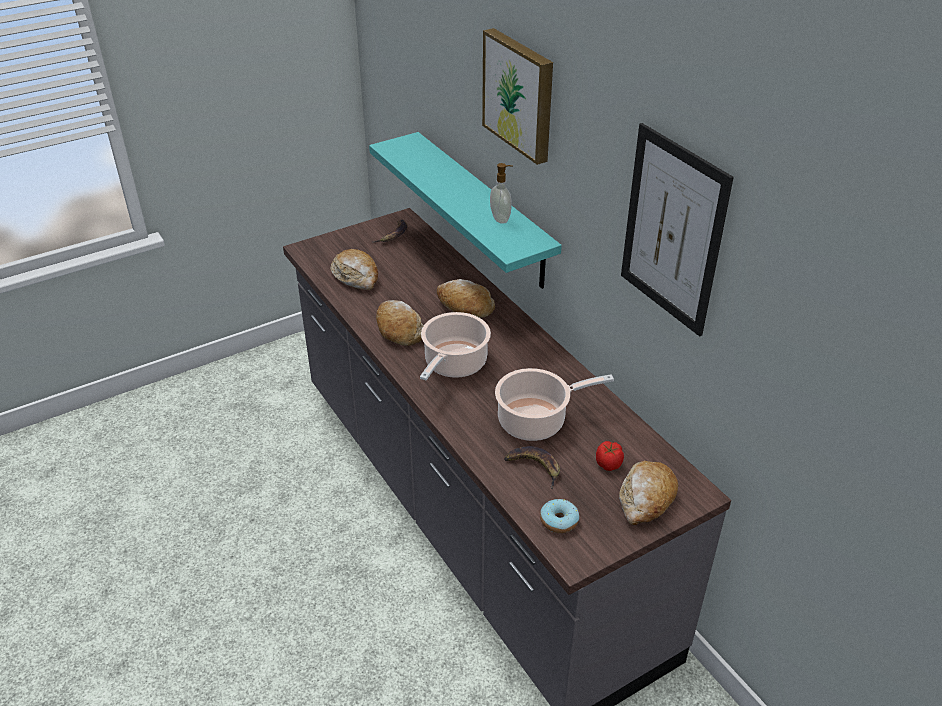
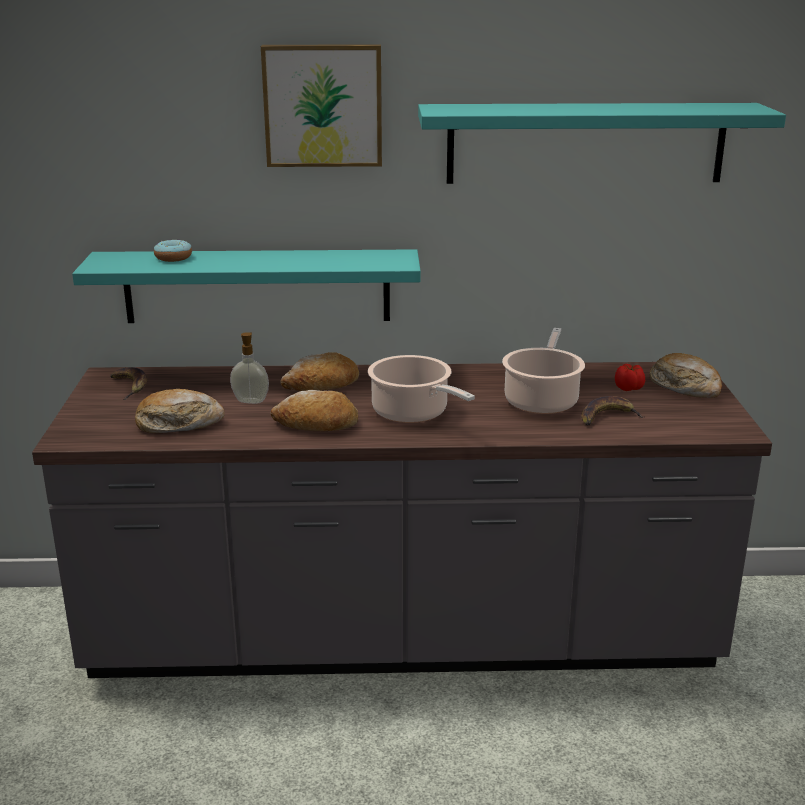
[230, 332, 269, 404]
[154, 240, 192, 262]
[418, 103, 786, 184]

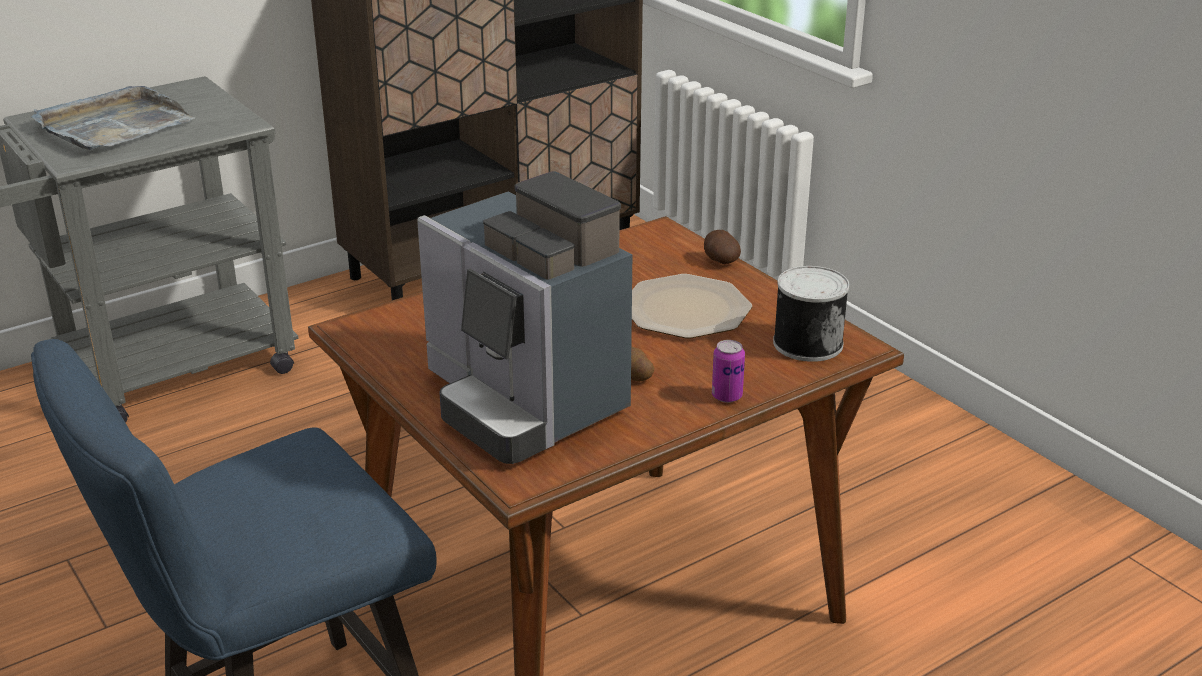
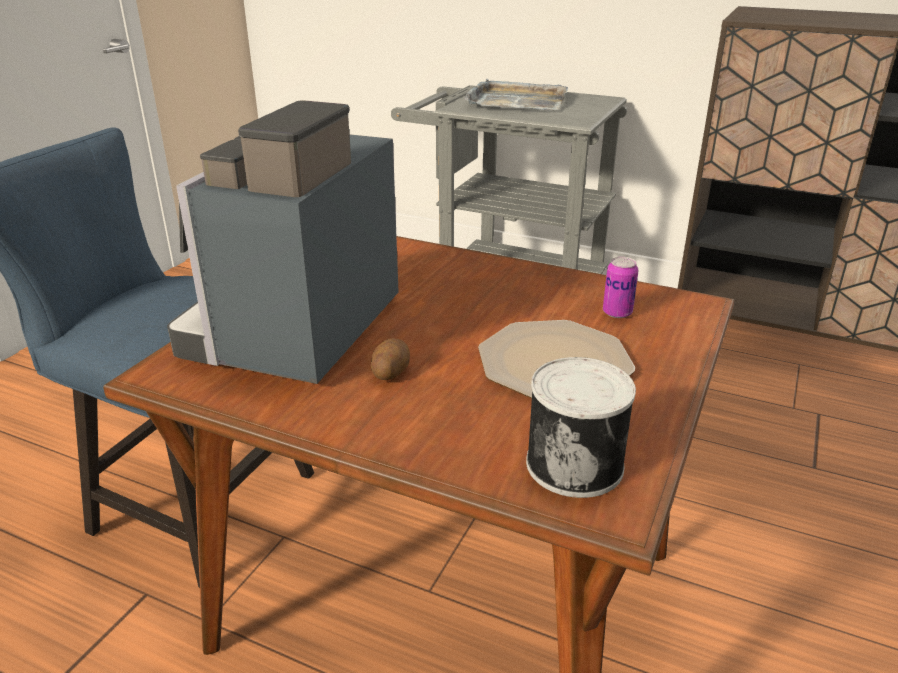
[704, 230, 741, 264] (first image)
[603, 257, 638, 318]

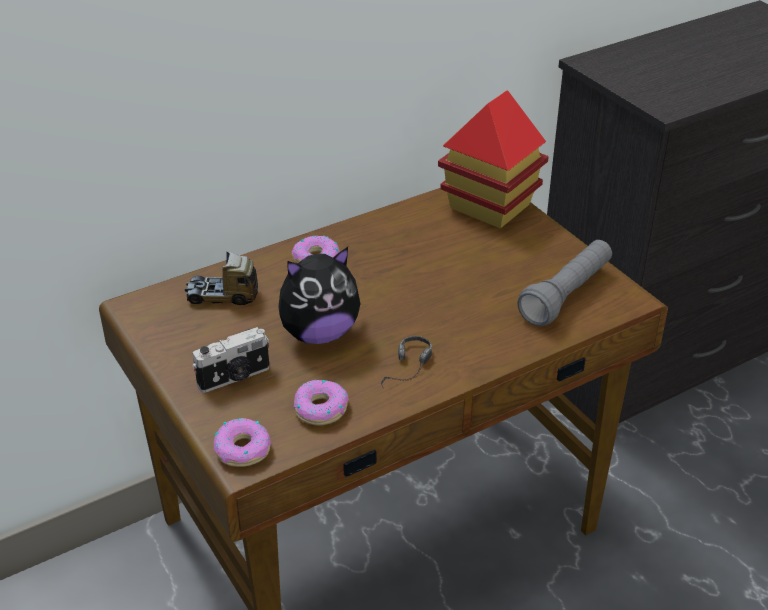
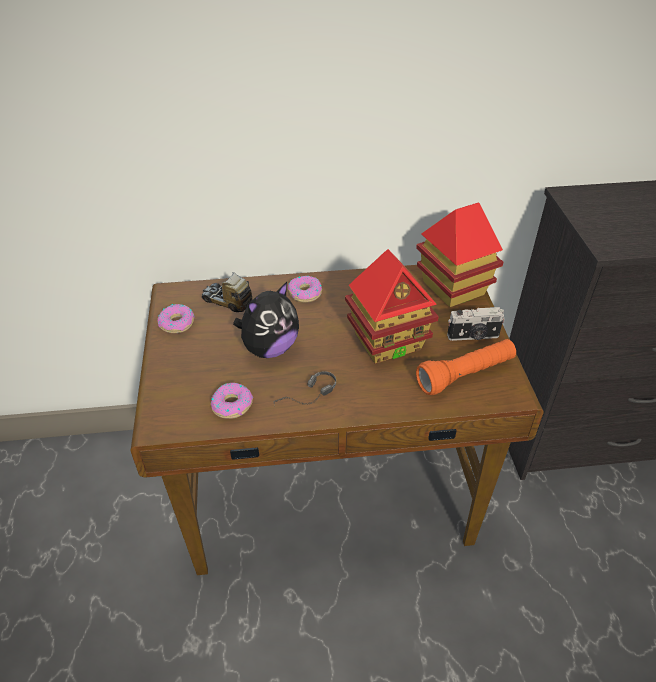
[345, 249, 439, 364]
[447, 307, 505, 341]
[157, 304, 195, 333]
[416, 339, 516, 395]
[233, 282, 299, 358]

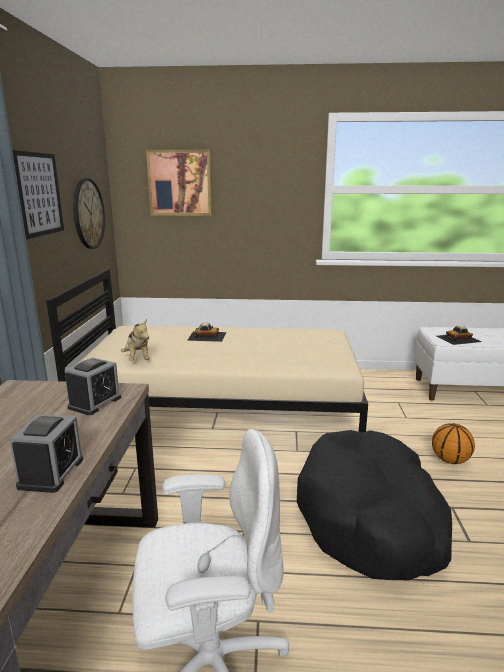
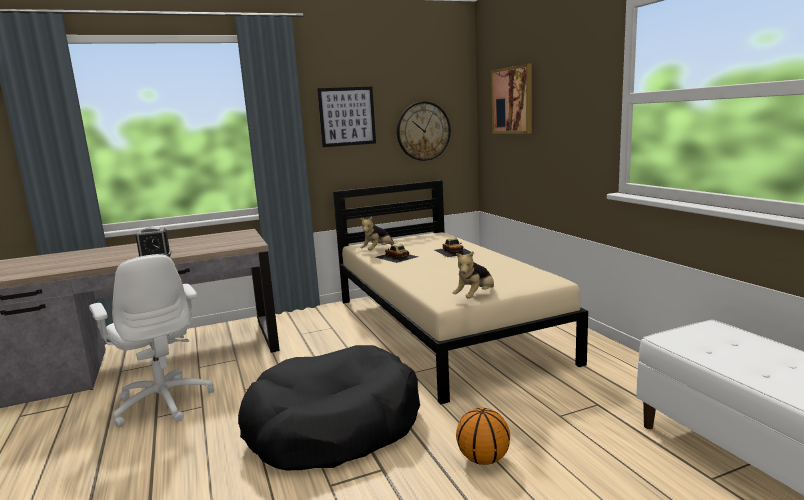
[65, 357, 121, 415] (first image)
[452, 251, 494, 299]
[376, 243, 418, 263]

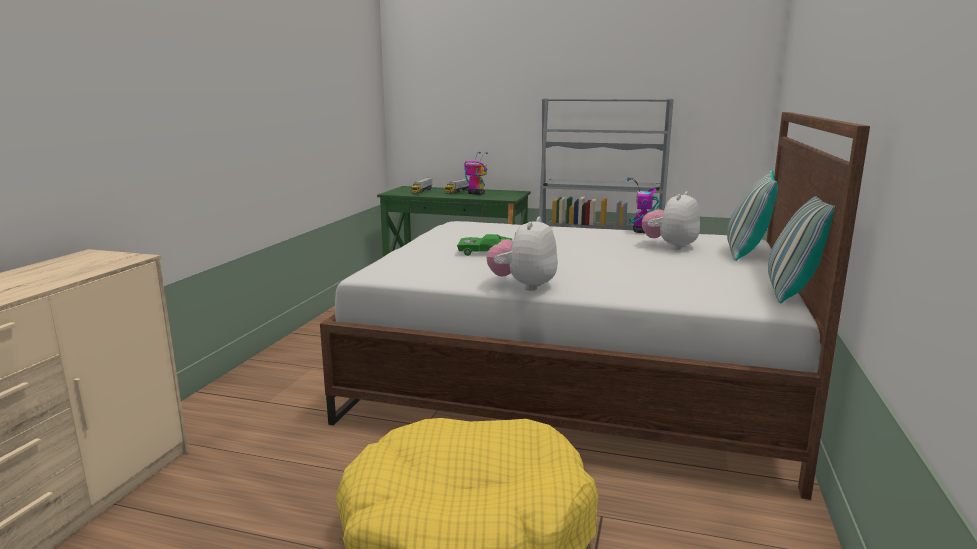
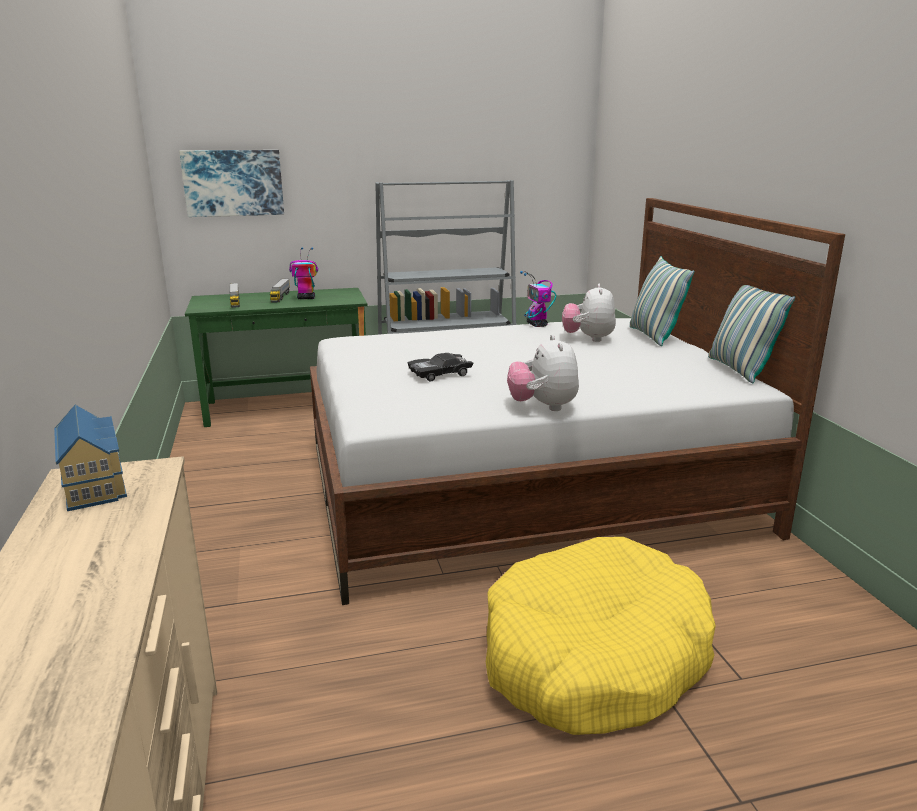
[54, 405, 127, 511]
[179, 150, 284, 217]
[407, 353, 474, 381]

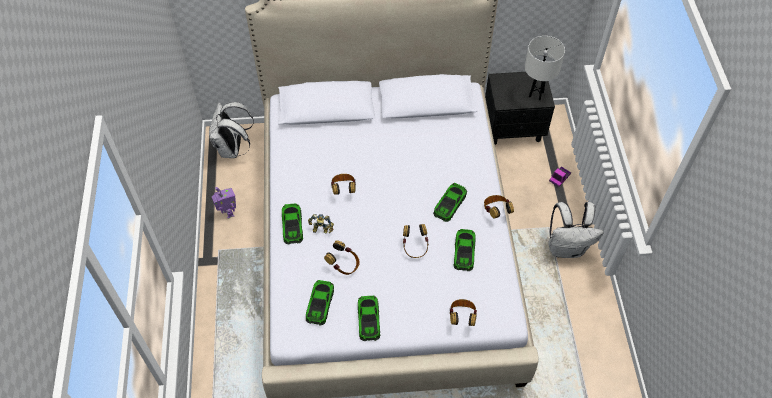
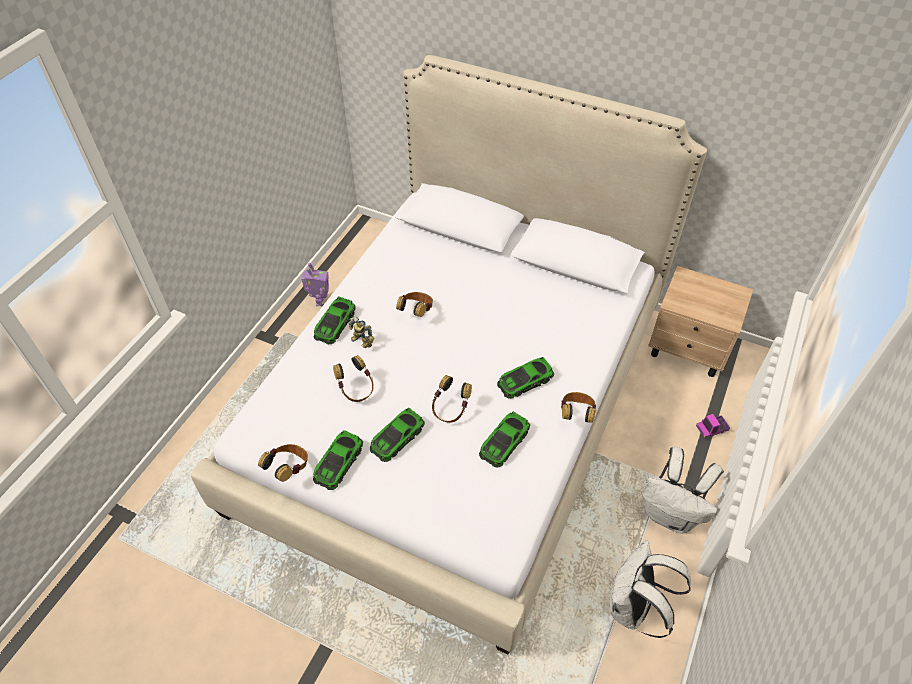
[525, 36, 565, 100] (first image)
[610, 540, 691, 638]
[370, 408, 425, 462]
[258, 444, 308, 482]
[648, 266, 753, 377]

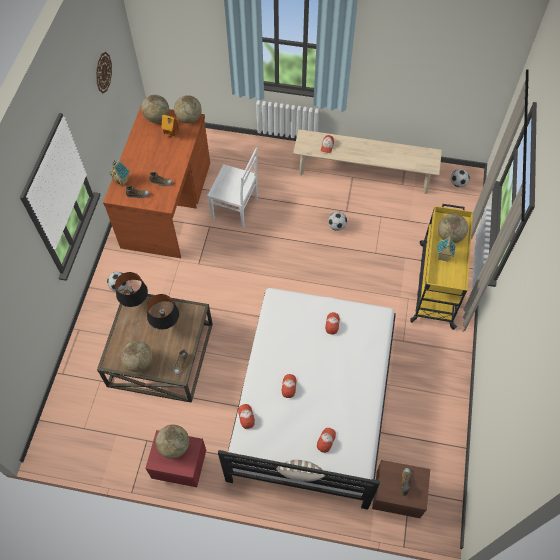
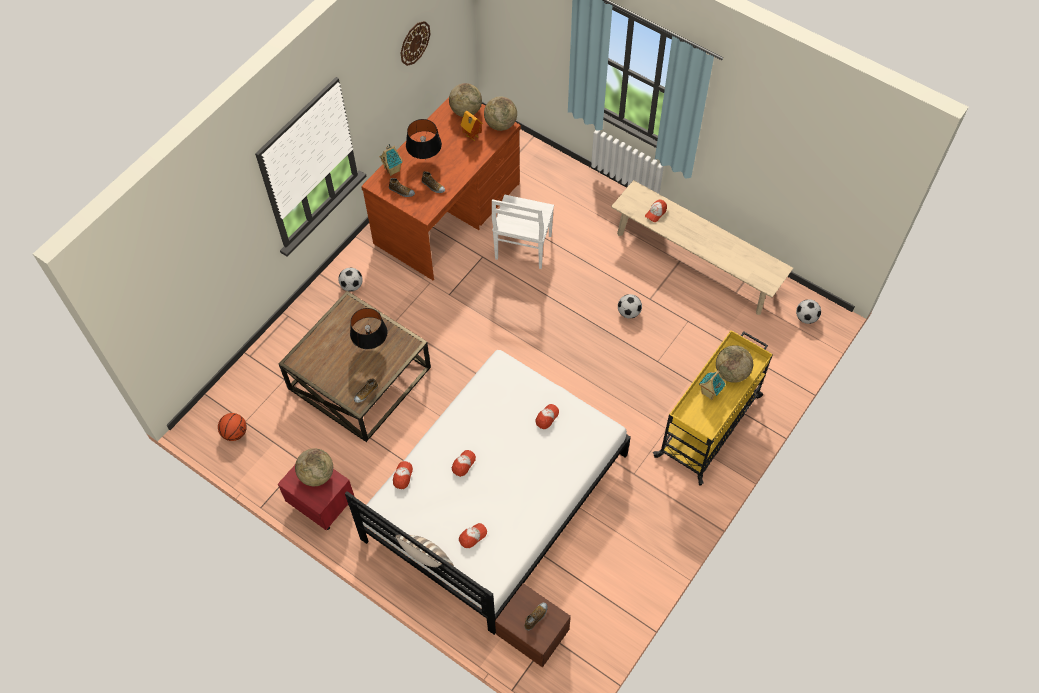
[121, 341, 153, 372] (first image)
[218, 413, 247, 441]
[406, 119, 442, 160]
[492, 194, 554, 269]

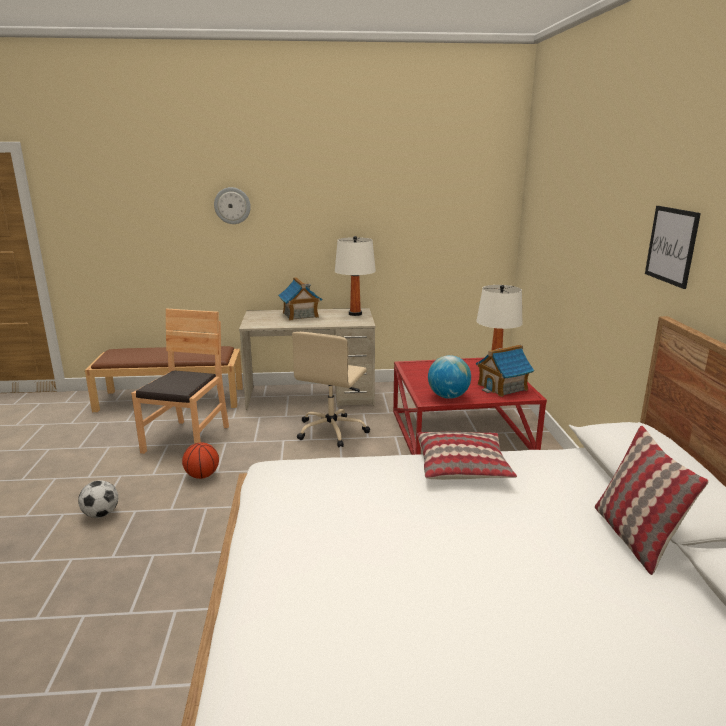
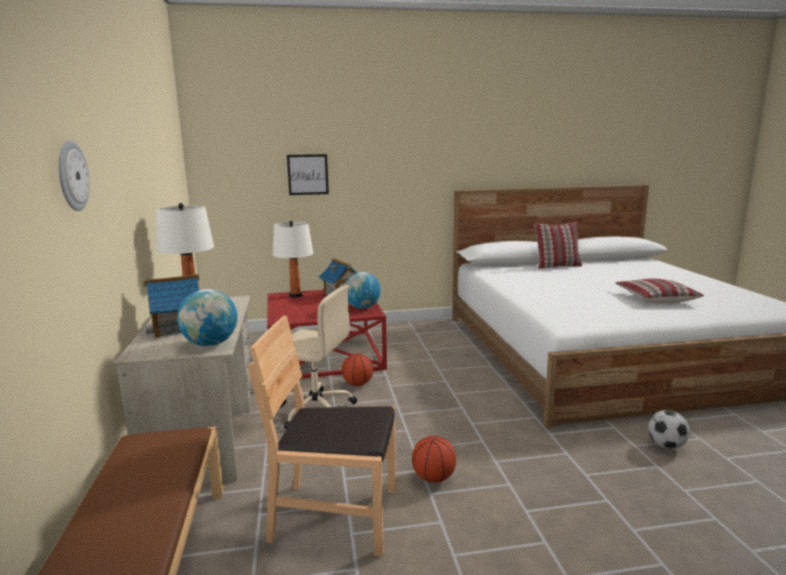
[177, 289, 238, 346]
[342, 353, 373, 386]
[648, 410, 690, 449]
[615, 278, 704, 303]
[287, 154, 329, 195]

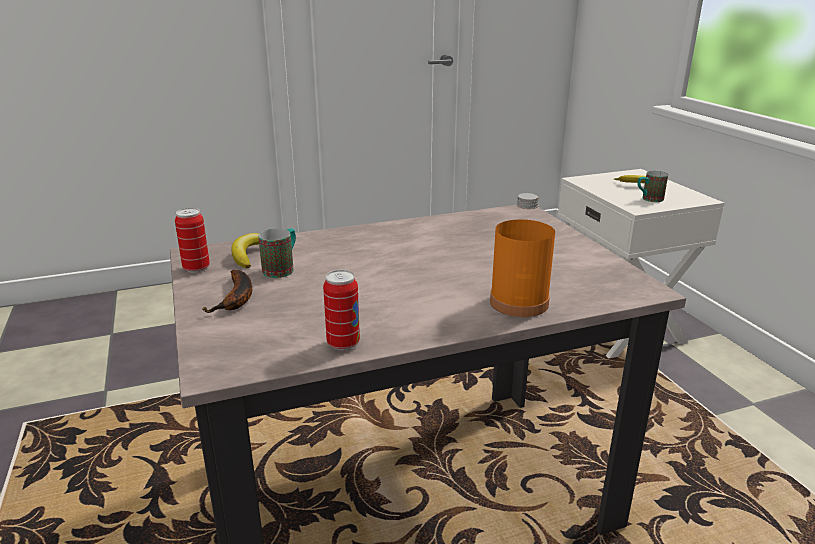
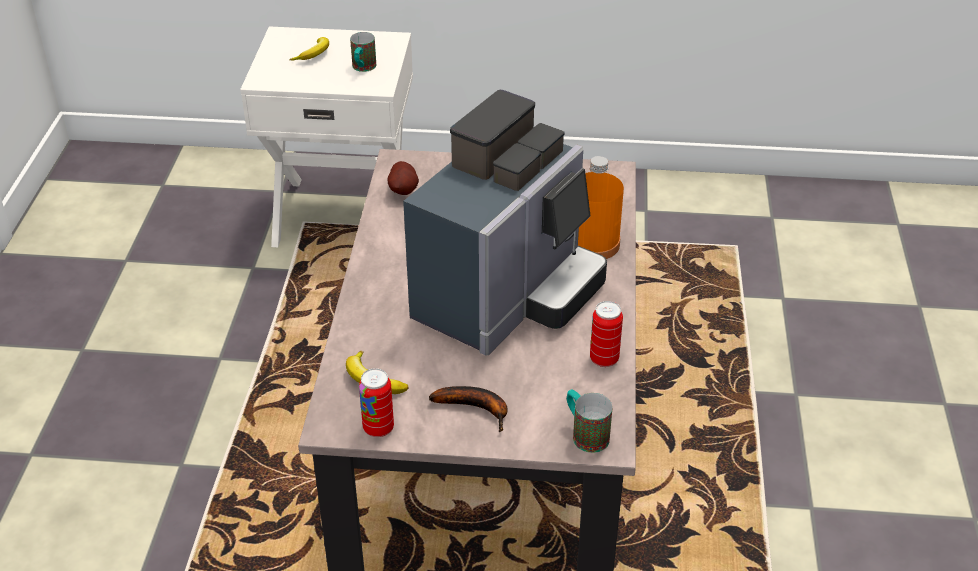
[388, 161, 419, 195]
[403, 90, 607, 356]
[567, 390, 612, 453]

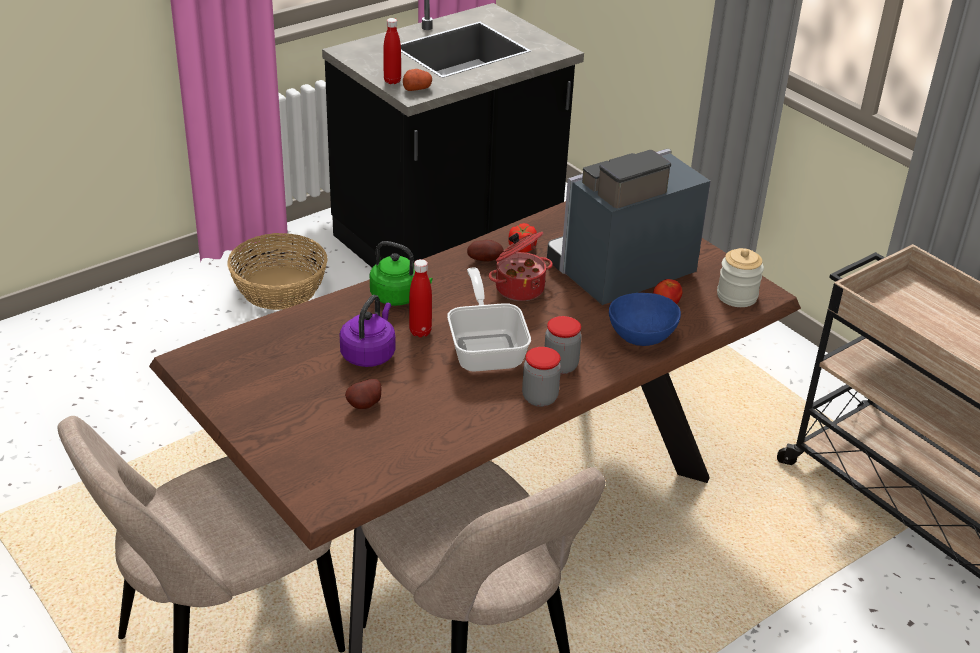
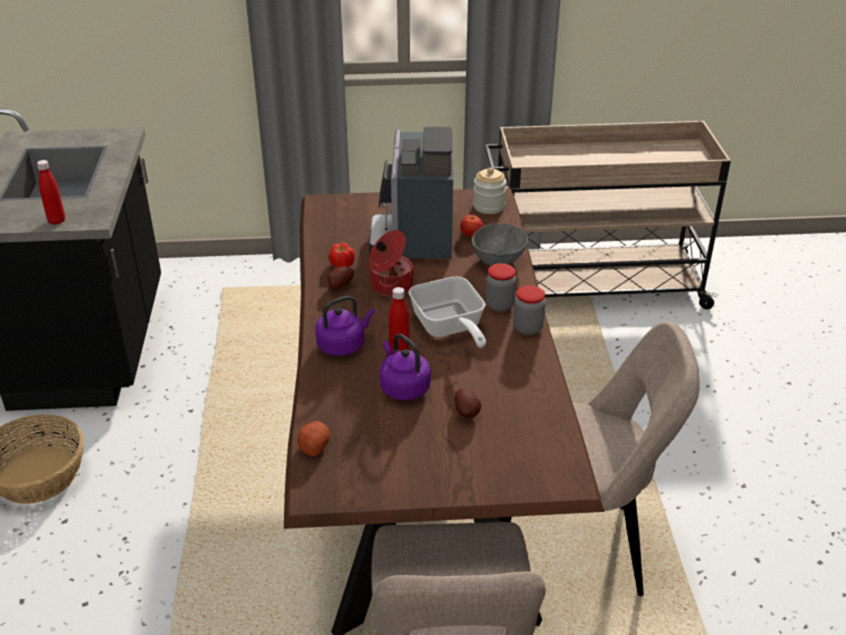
[298, 421, 330, 456]
[315, 296, 375, 356]
[472, 223, 528, 266]
[408, 276, 486, 348]

